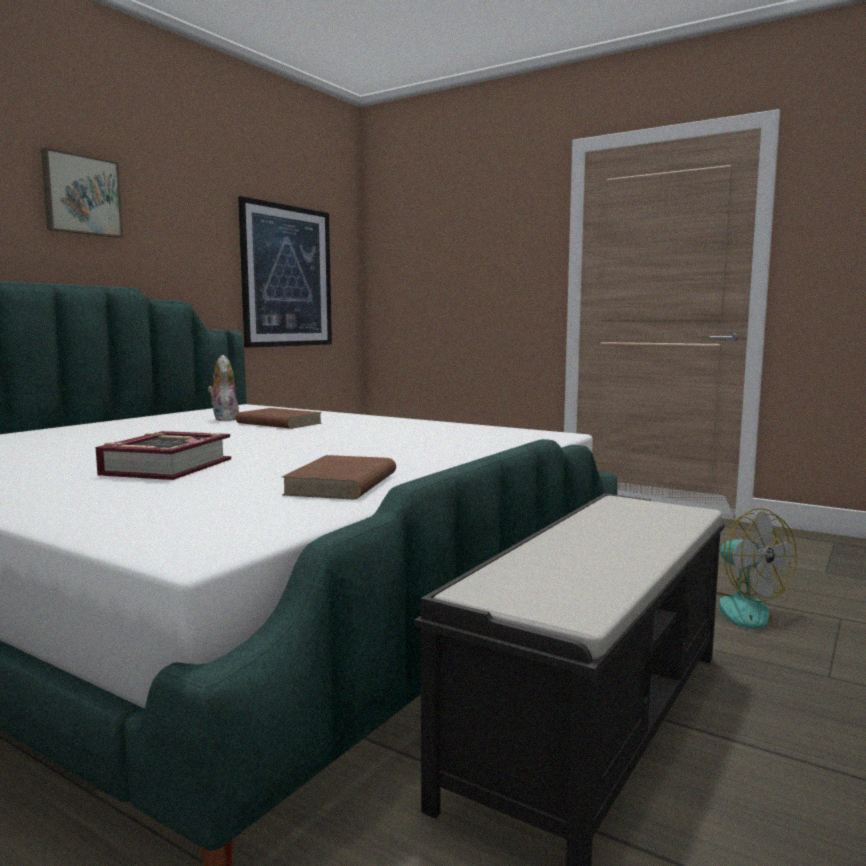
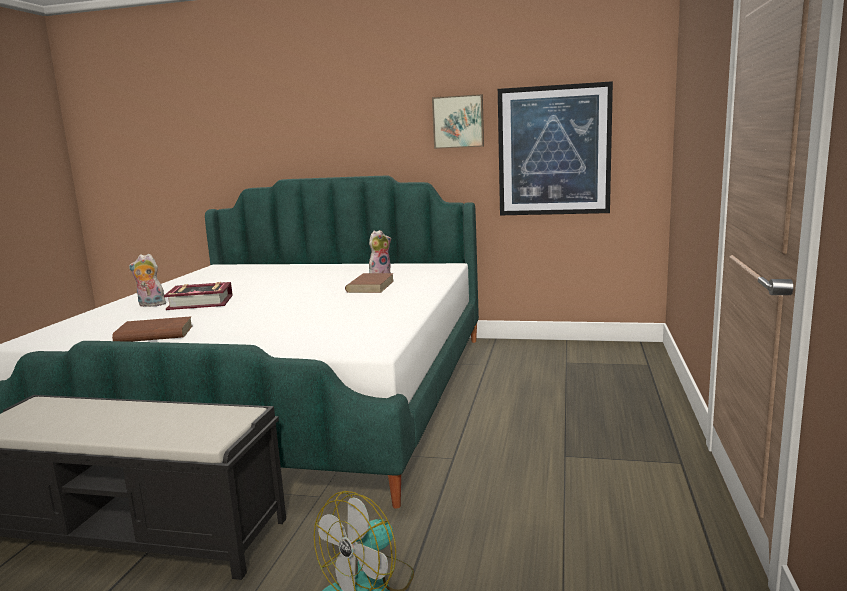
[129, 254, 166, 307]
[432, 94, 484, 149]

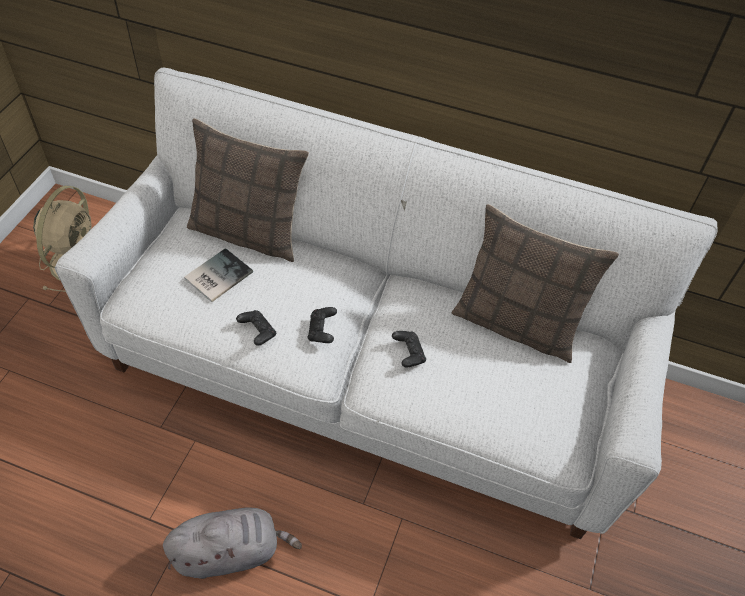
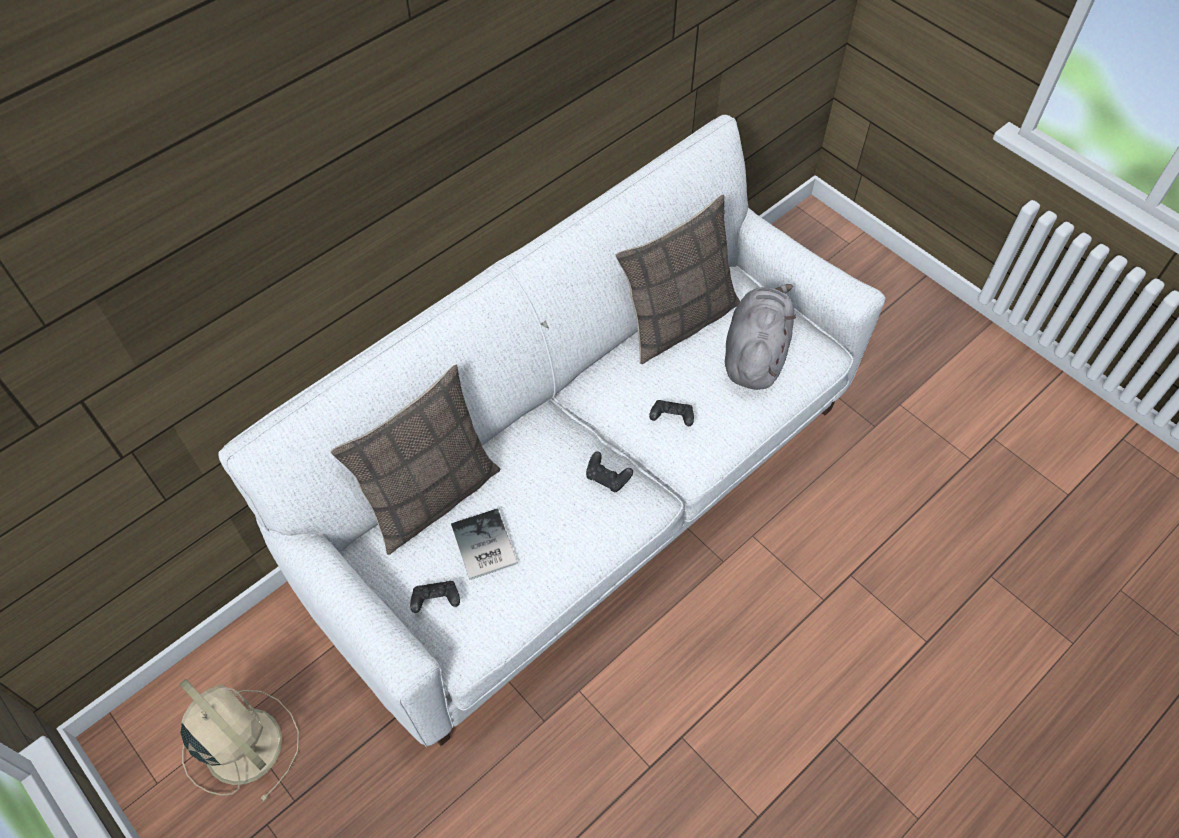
[725, 284, 796, 390]
[410, 581, 460, 613]

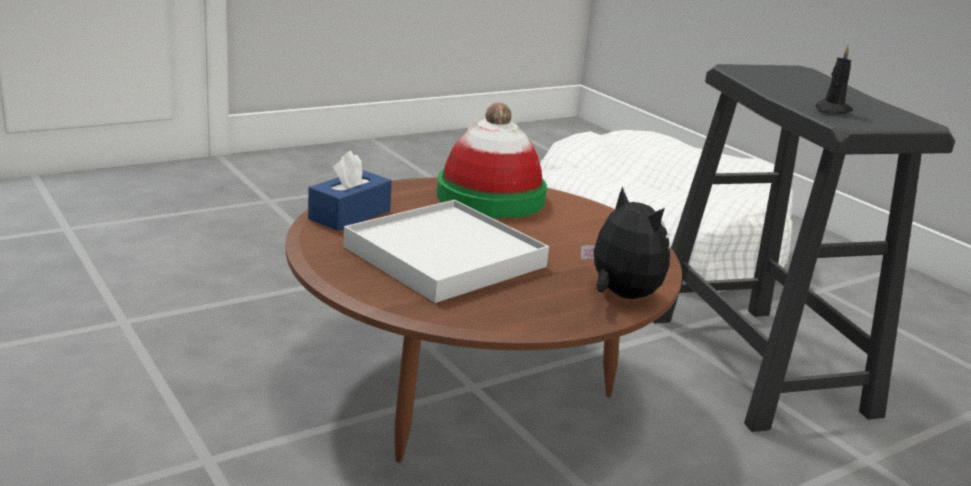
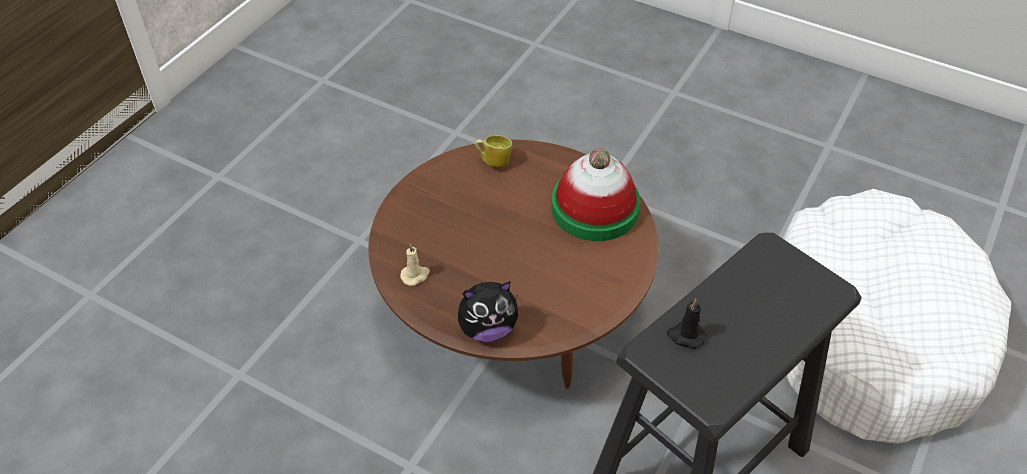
[343, 200, 549, 303] (first image)
[400, 244, 430, 286]
[475, 135, 512, 168]
[458, 281, 518, 342]

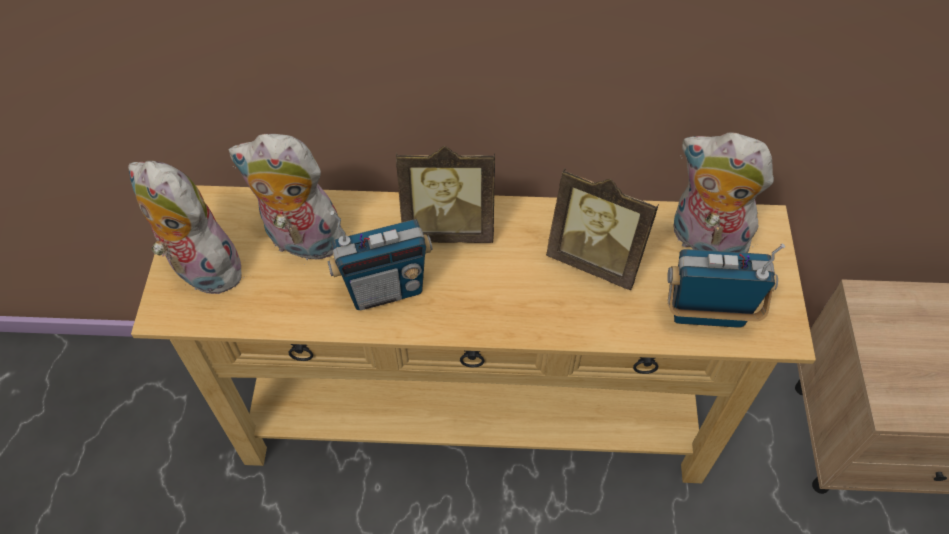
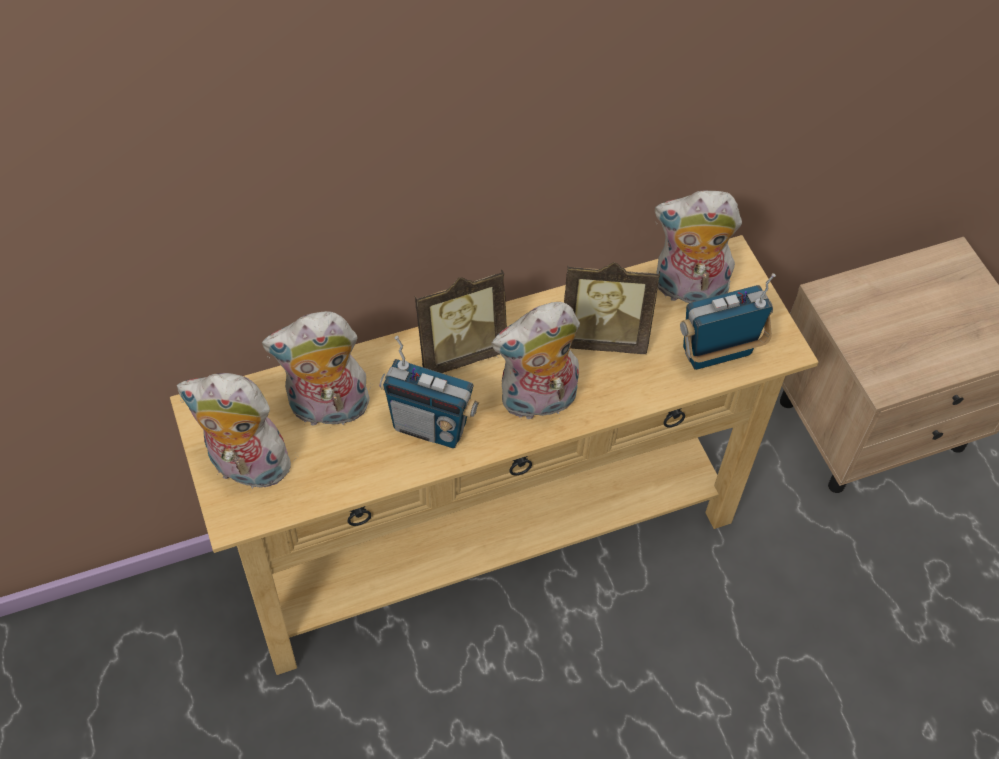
[491, 302, 580, 419]
[380, 336, 479, 448]

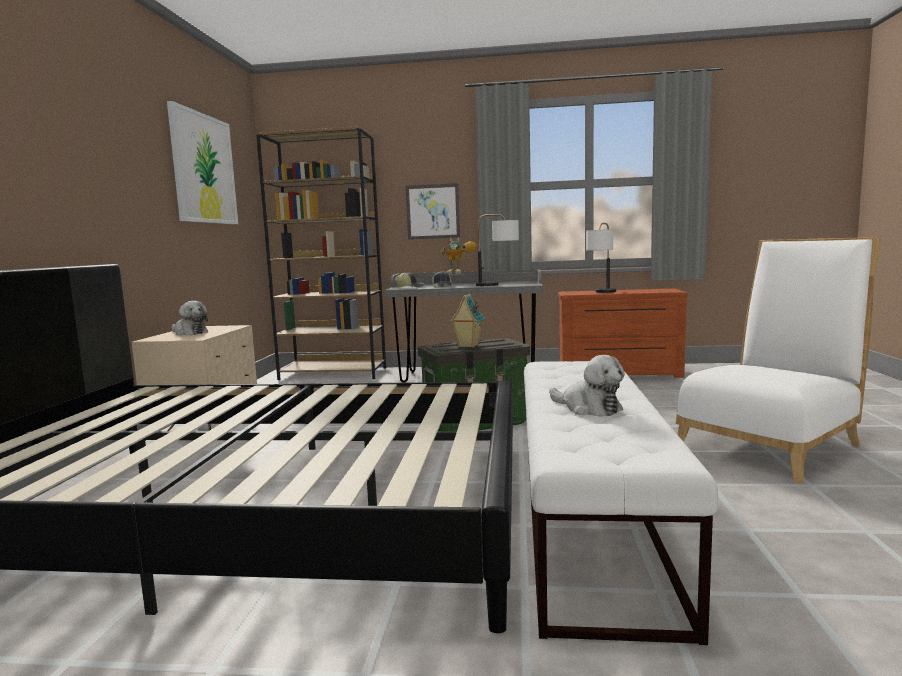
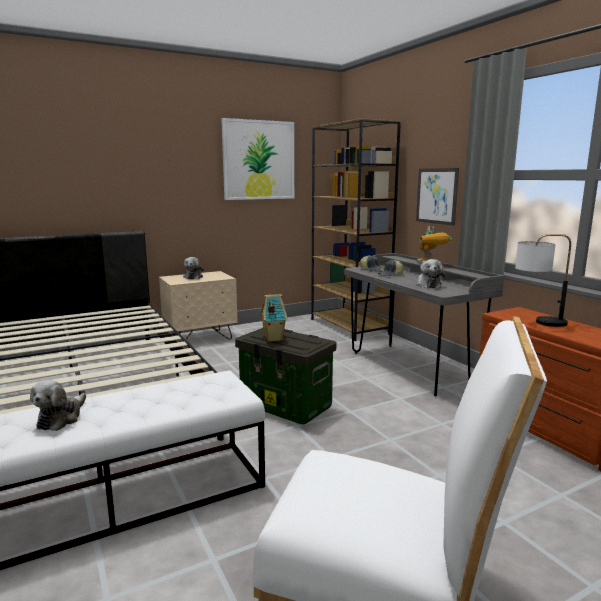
[416, 259, 445, 288]

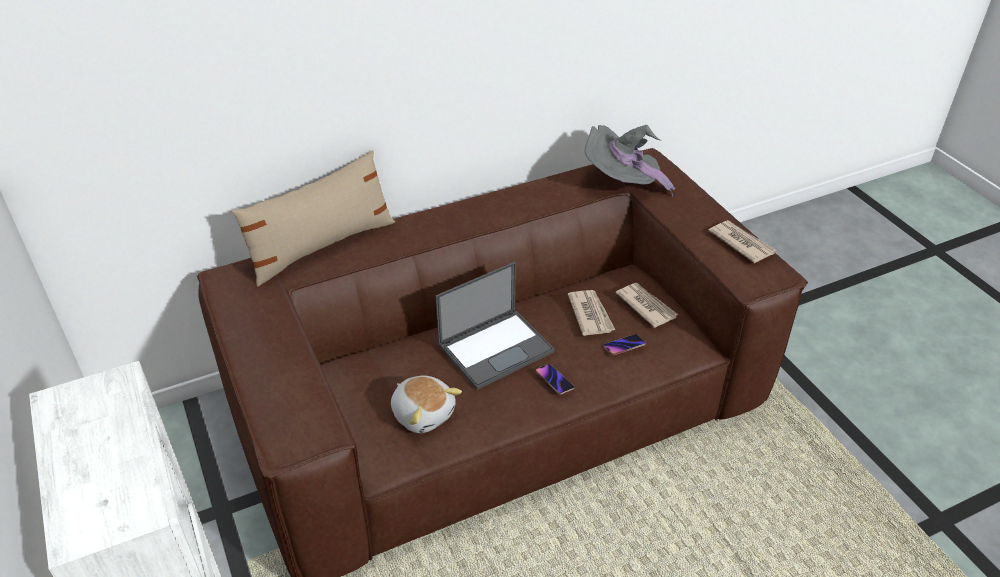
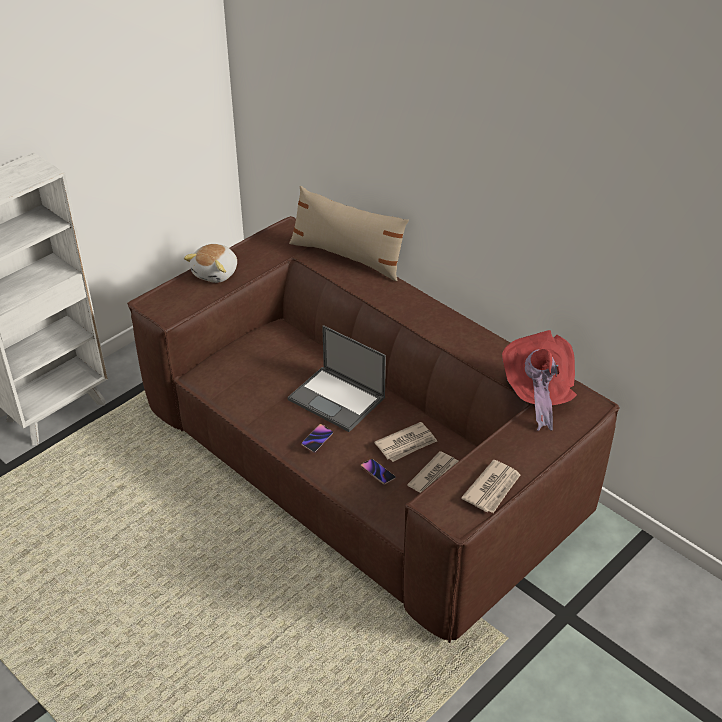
[184, 244, 237, 283]
[502, 330, 577, 431]

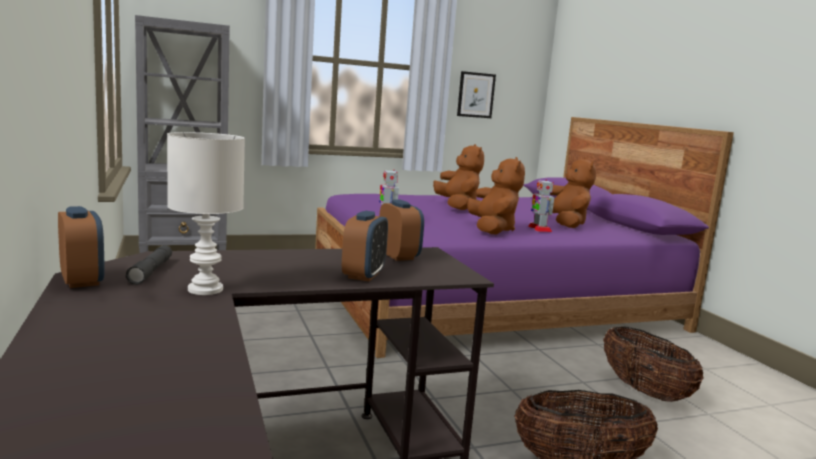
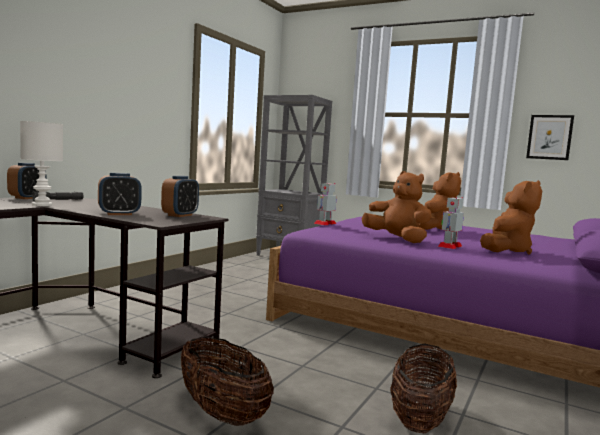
[362, 171, 432, 243]

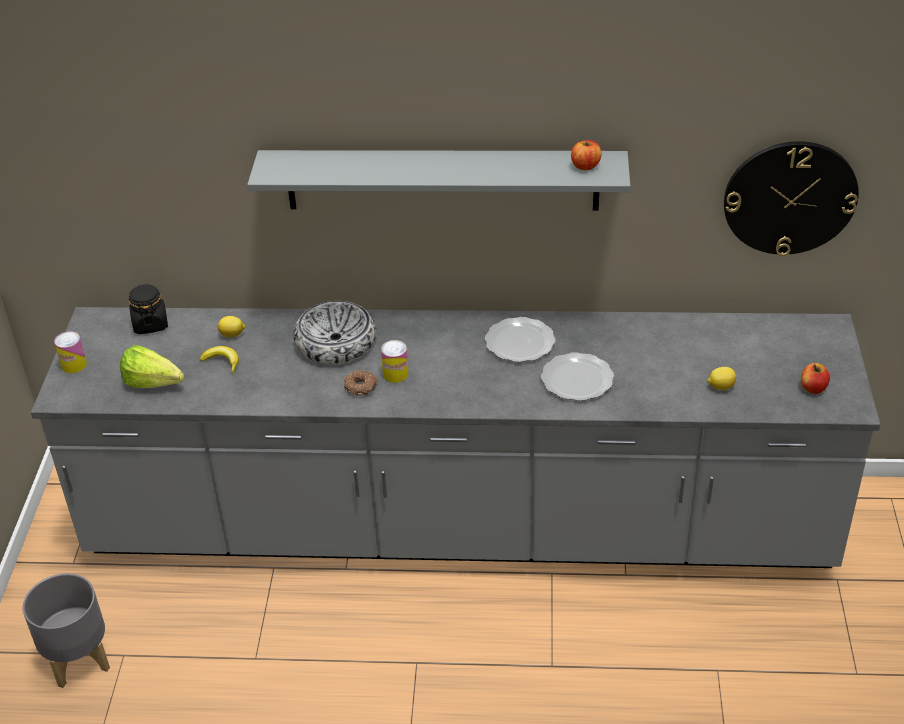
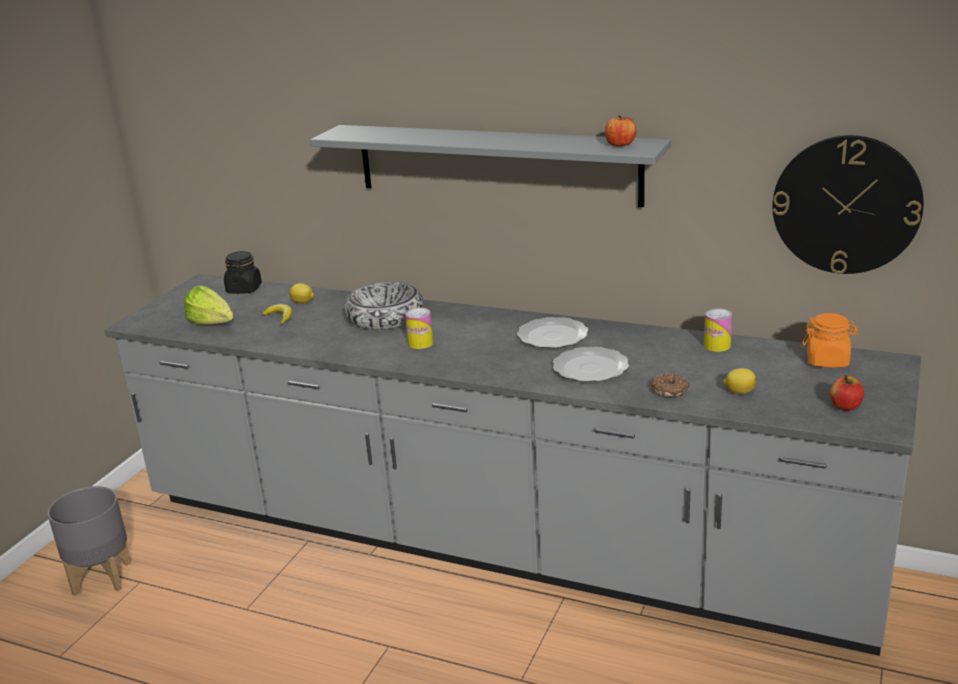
[803, 313, 858, 368]
[704, 308, 732, 352]
[651, 373, 690, 397]

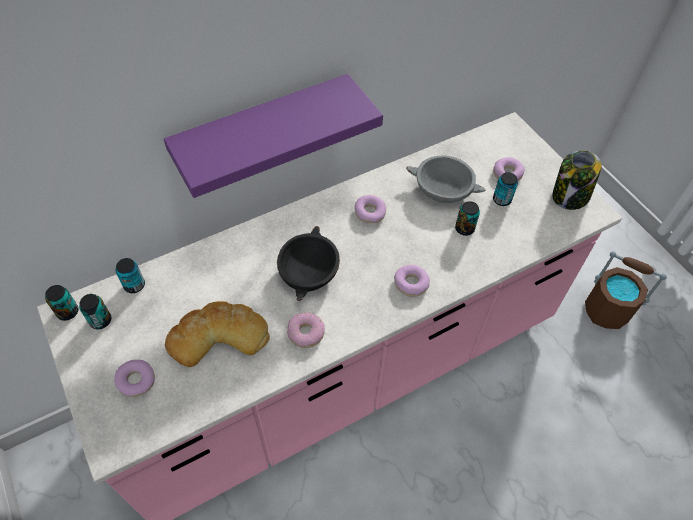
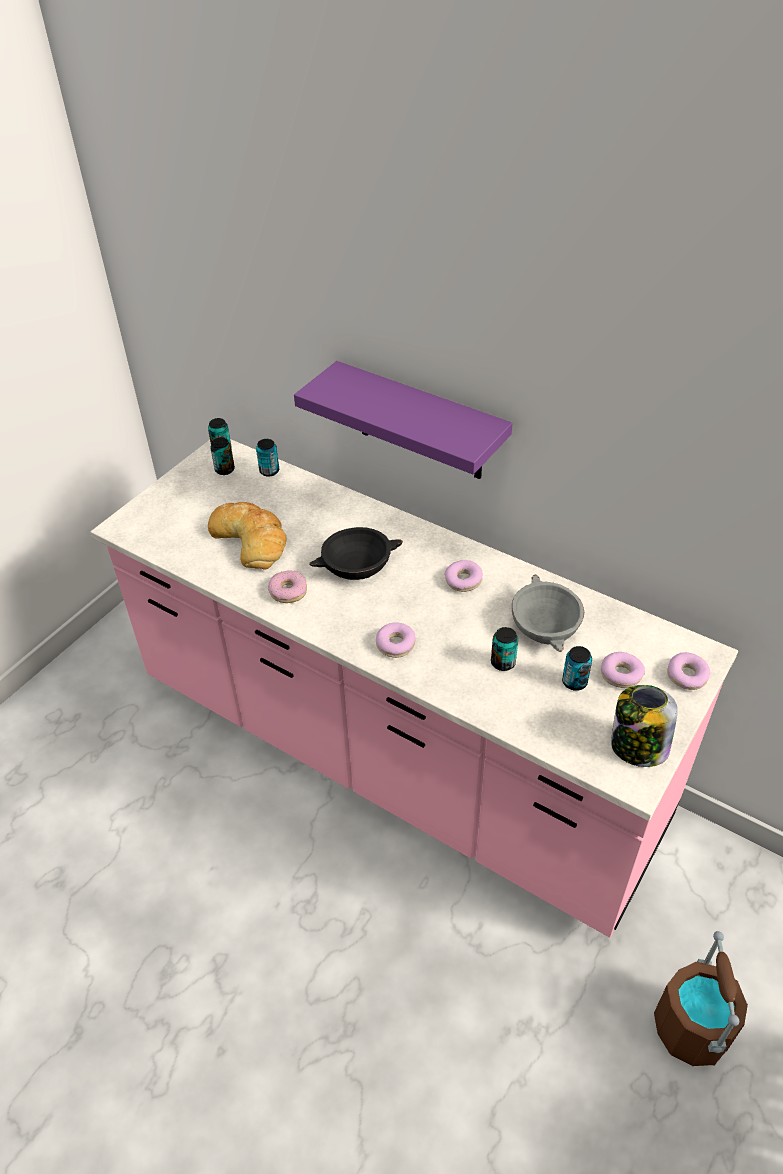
[667, 652, 710, 690]

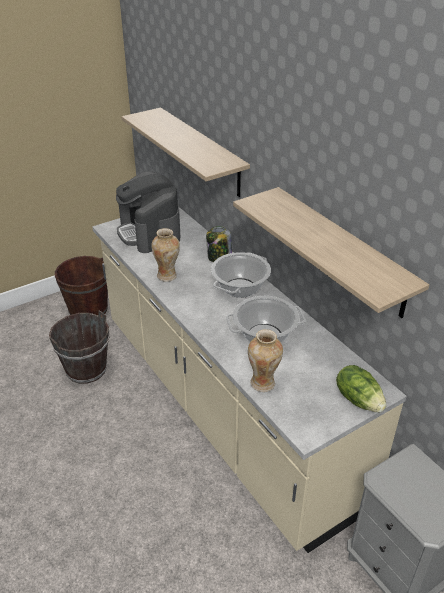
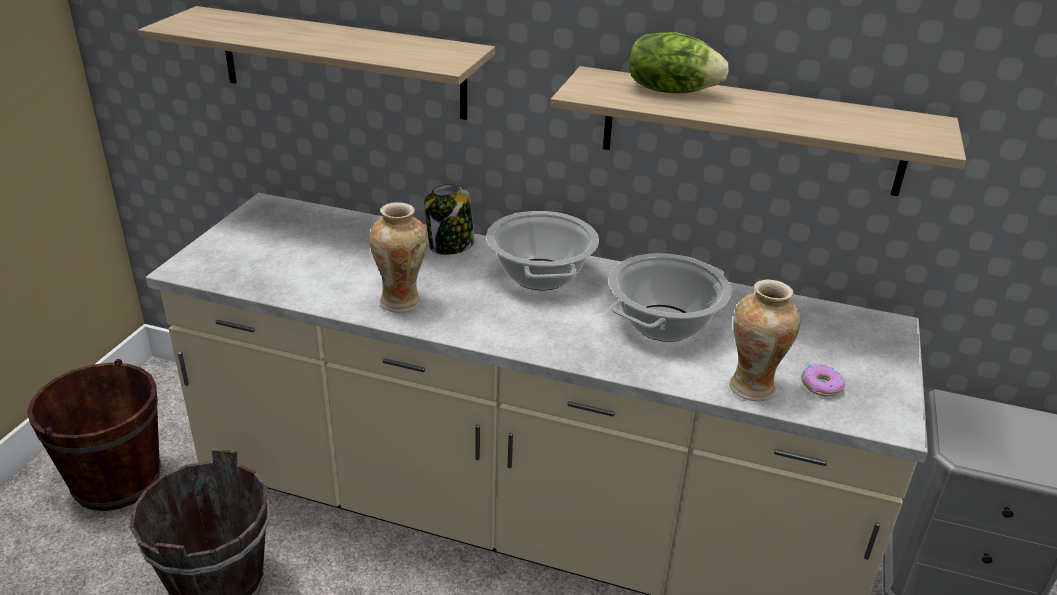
[116, 171, 180, 253] (first image)
[801, 364, 845, 396]
[629, 32, 729, 93]

